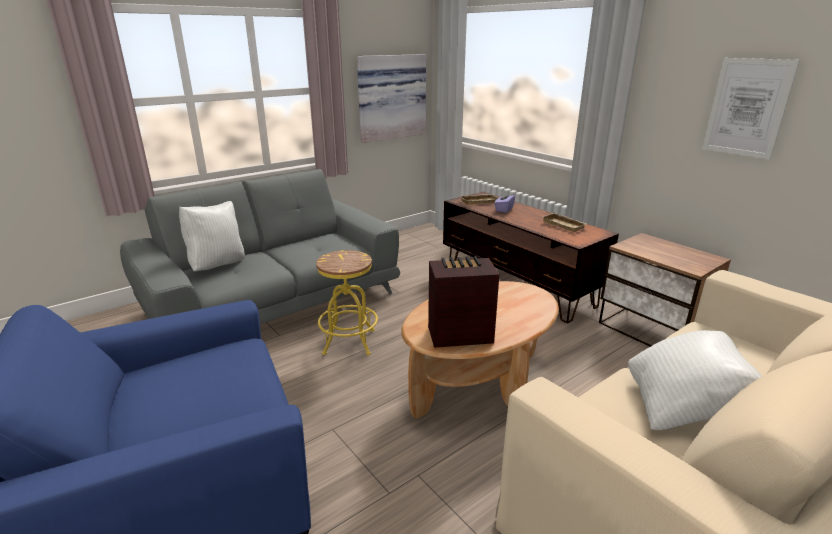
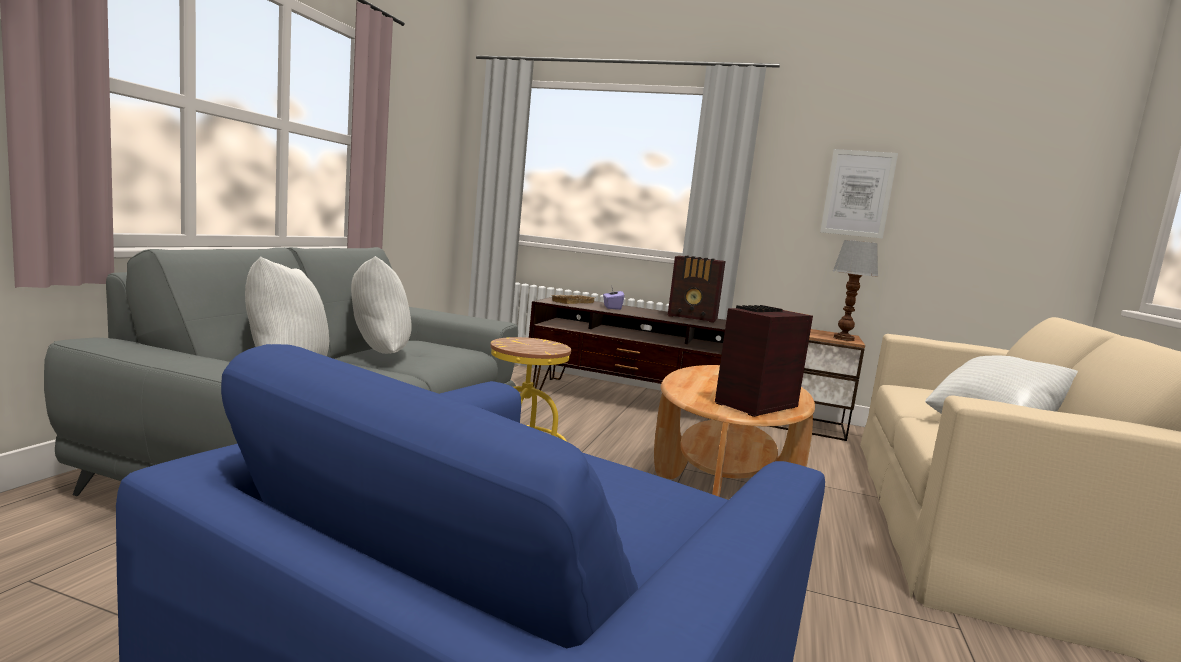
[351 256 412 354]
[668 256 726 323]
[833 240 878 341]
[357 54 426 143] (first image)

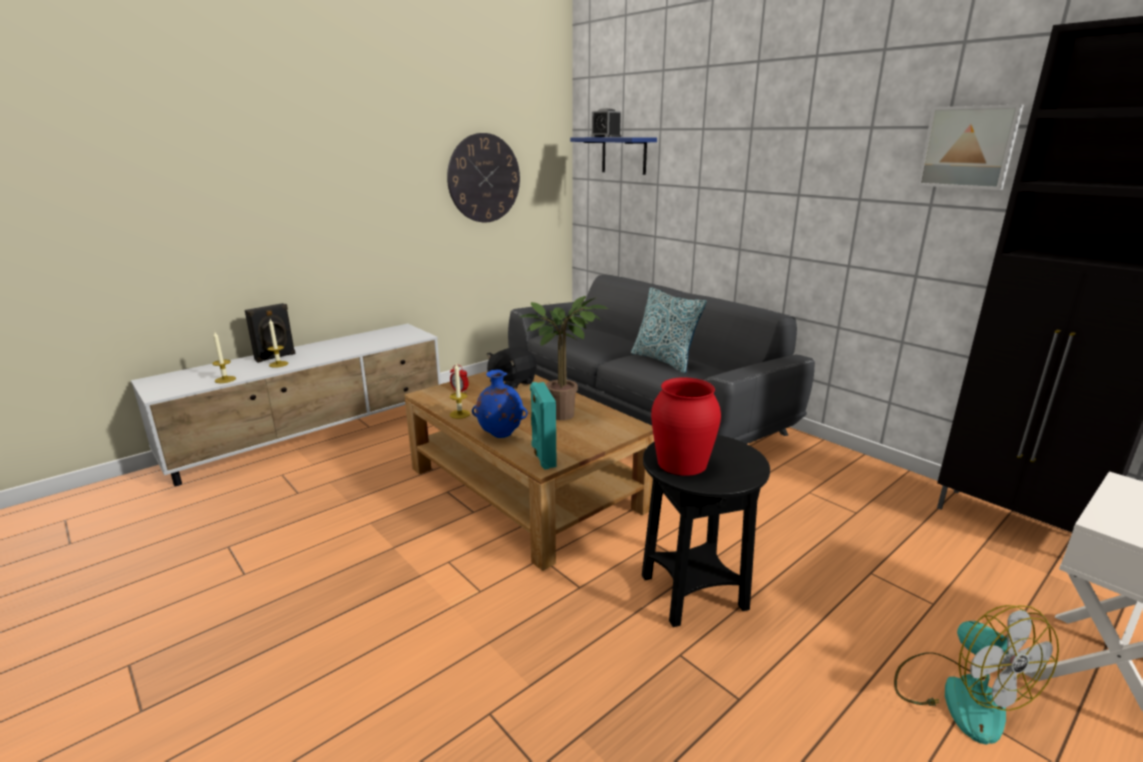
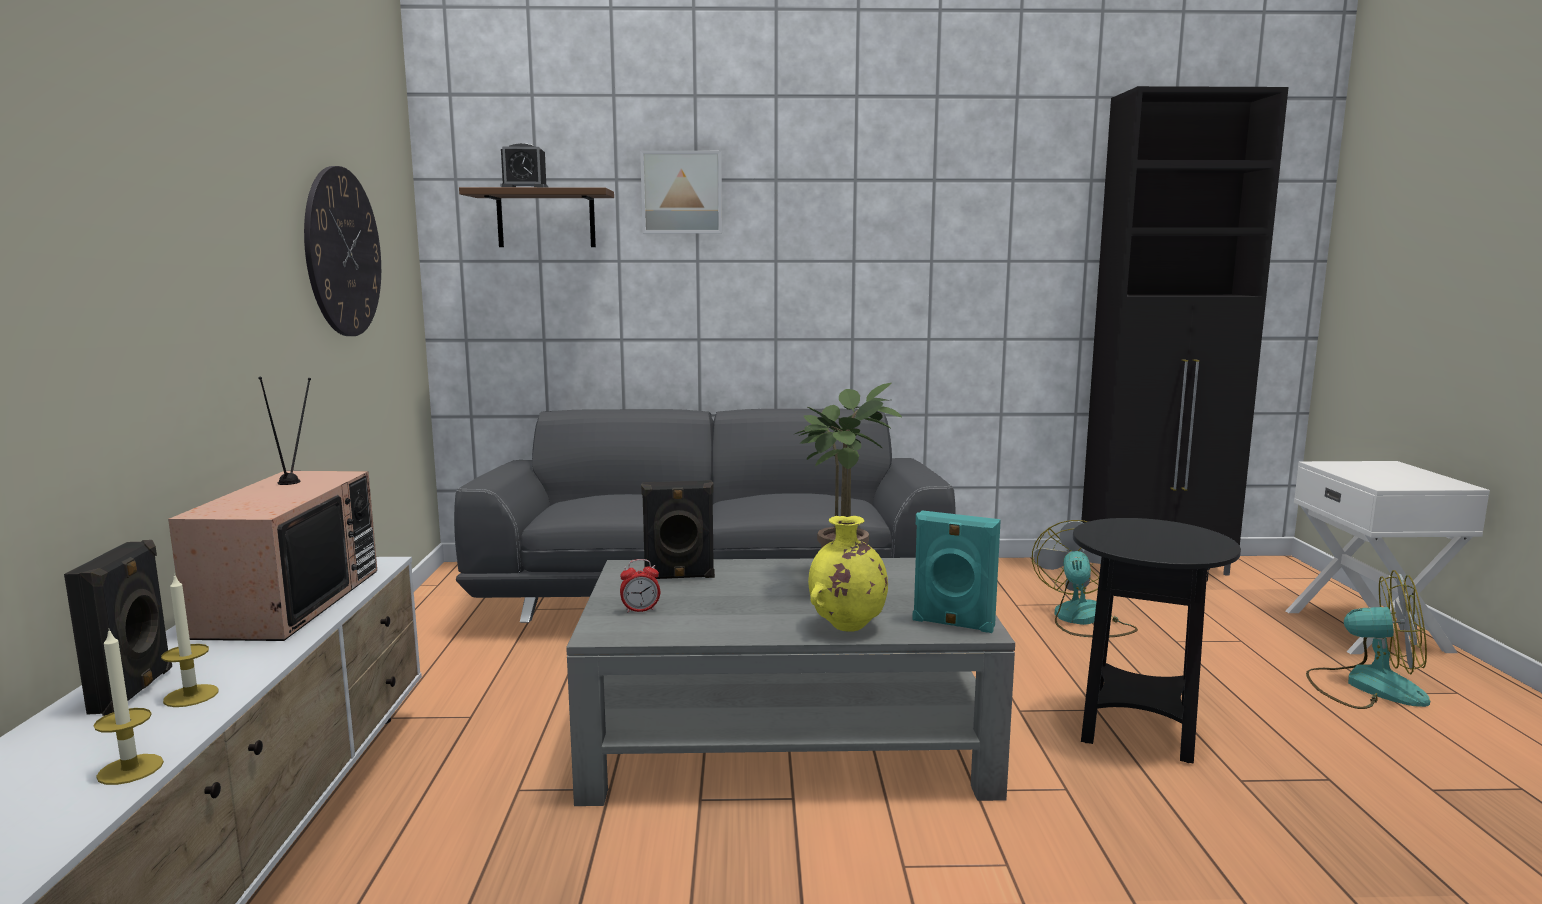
[168 377 377 641]
[459 187 614 247]
[566 558 1015 806]
[640 151 722 234]
[641 480 715 579]
[808 516 888 632]
[1032 520 1138 637]
[450 364 470 419] (first image)
[631 287 707 373] (first image)
[651 377 721 476] (first image)

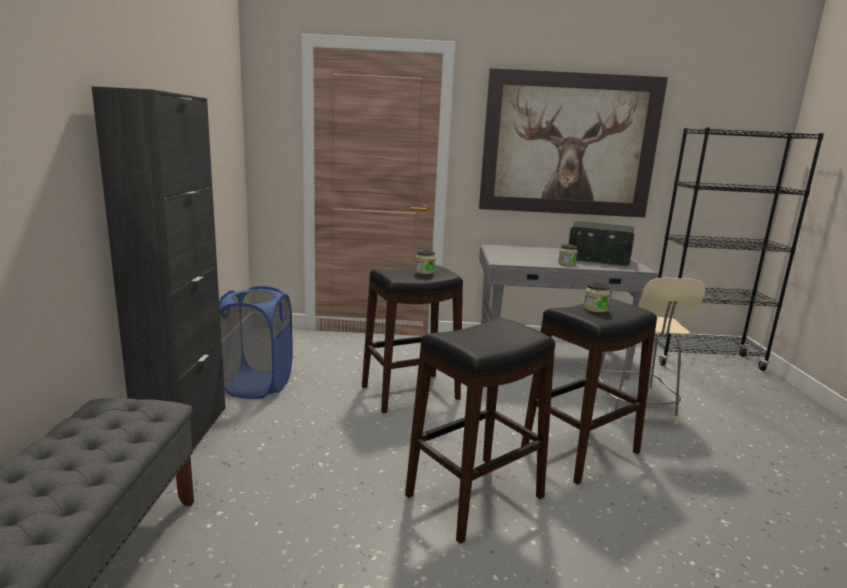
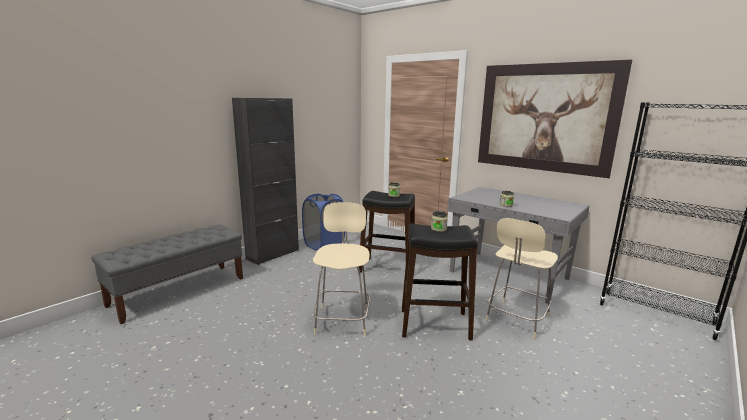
[313 202 370 336]
[569 221 634 266] (first image)

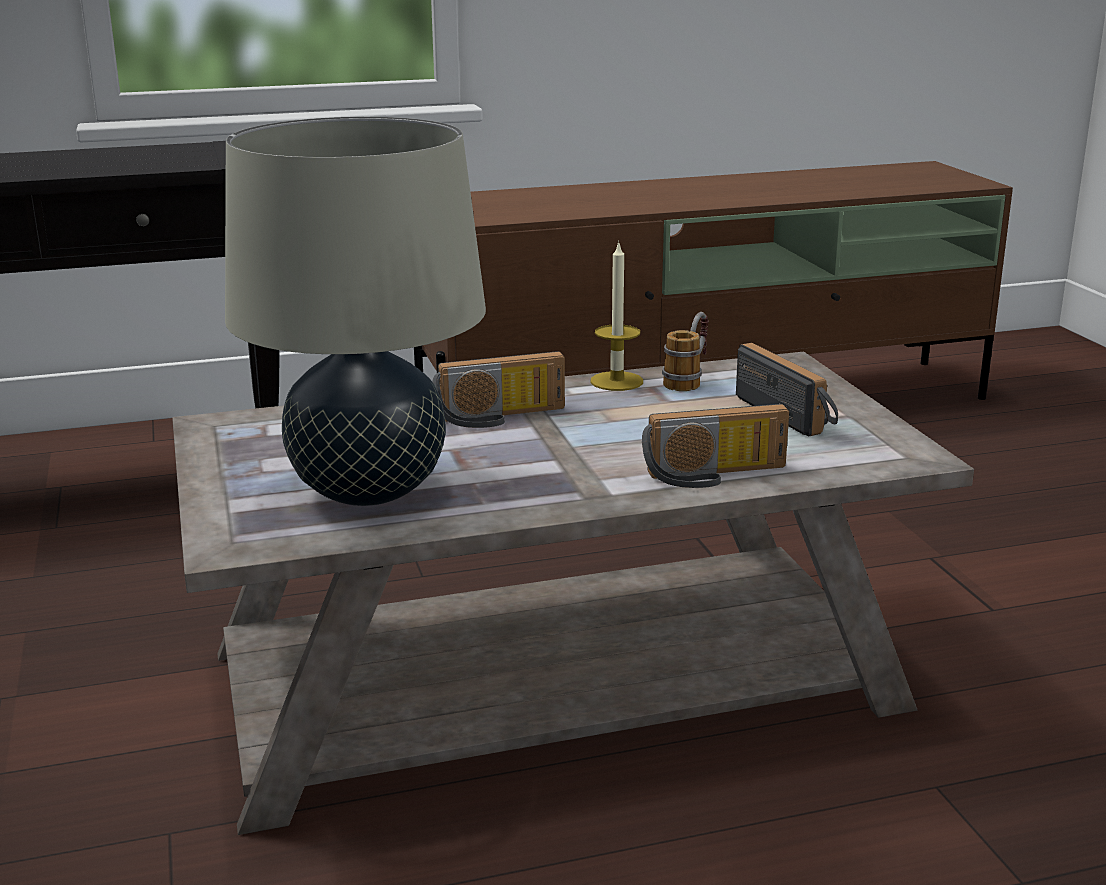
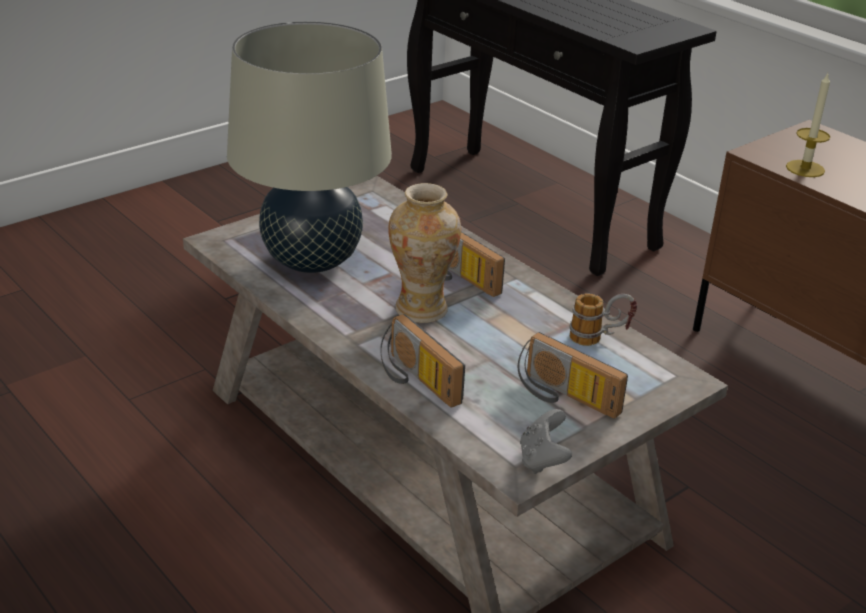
[388 183 461 323]
[518 332 628 419]
[520 409 572 474]
[786 73 830 177]

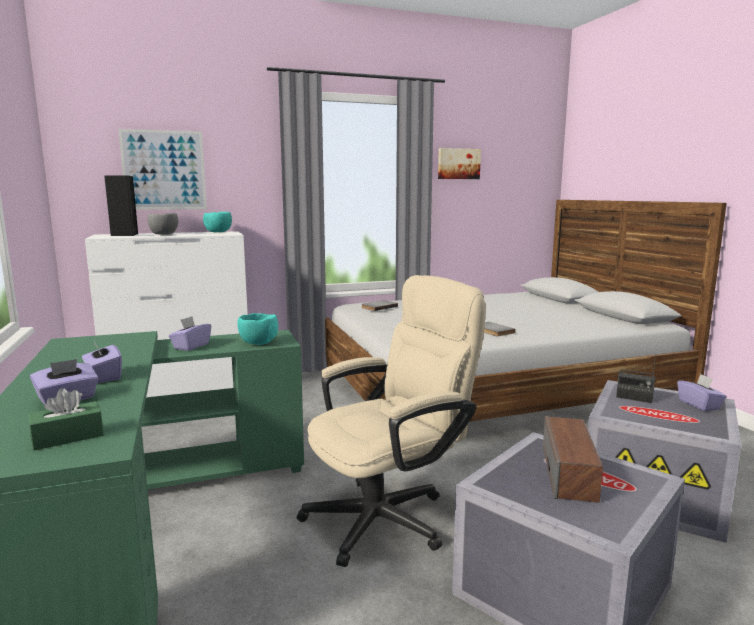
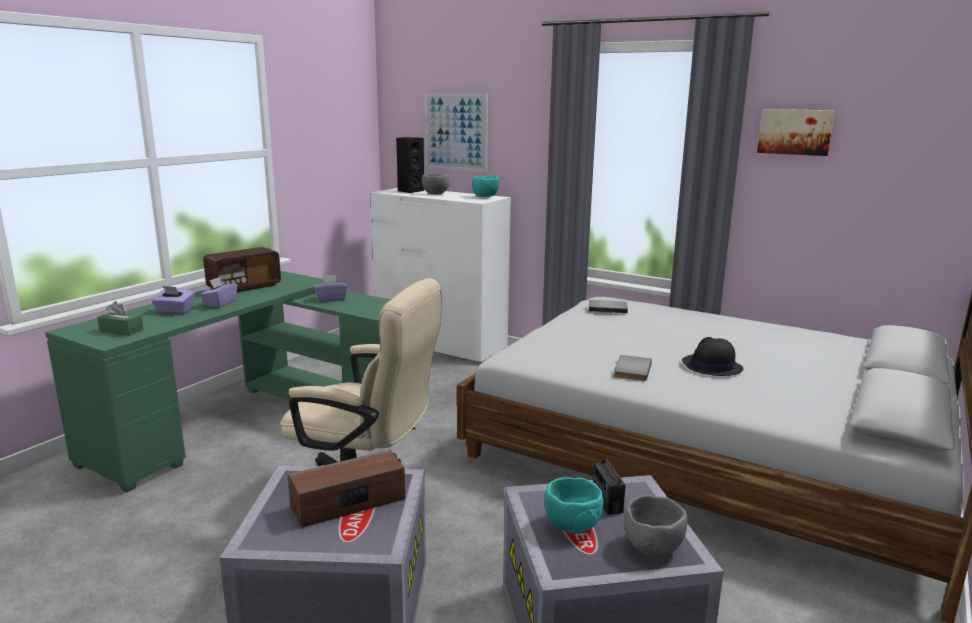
[203 247 281 292]
[544 477 603 534]
[624 495 688 558]
[682 337 743 376]

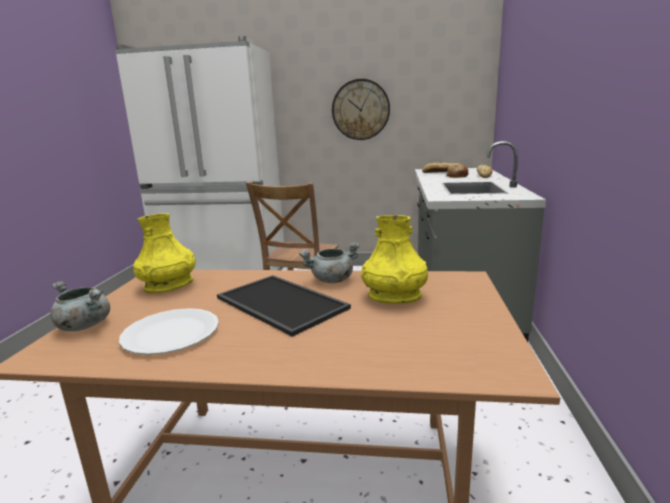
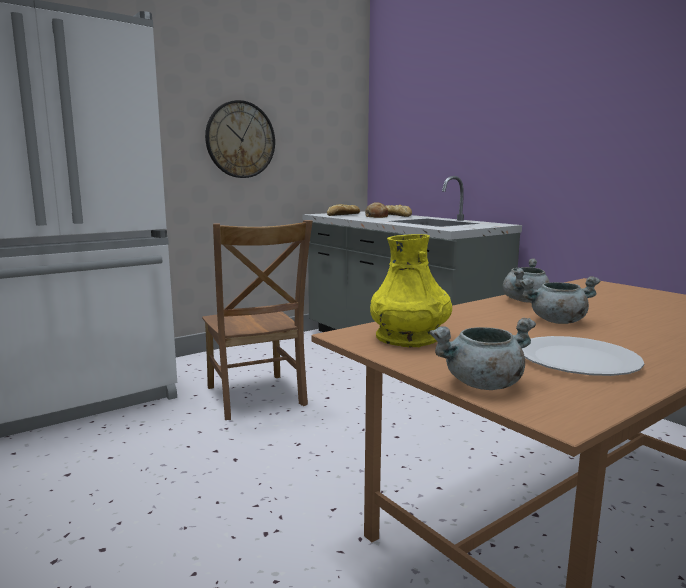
[519 276 600 324]
[361 215 428 304] (first image)

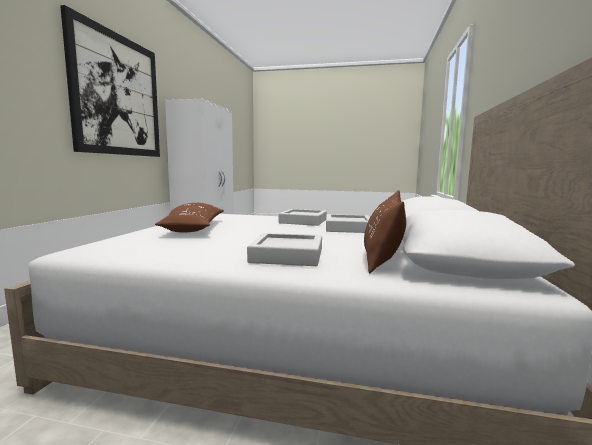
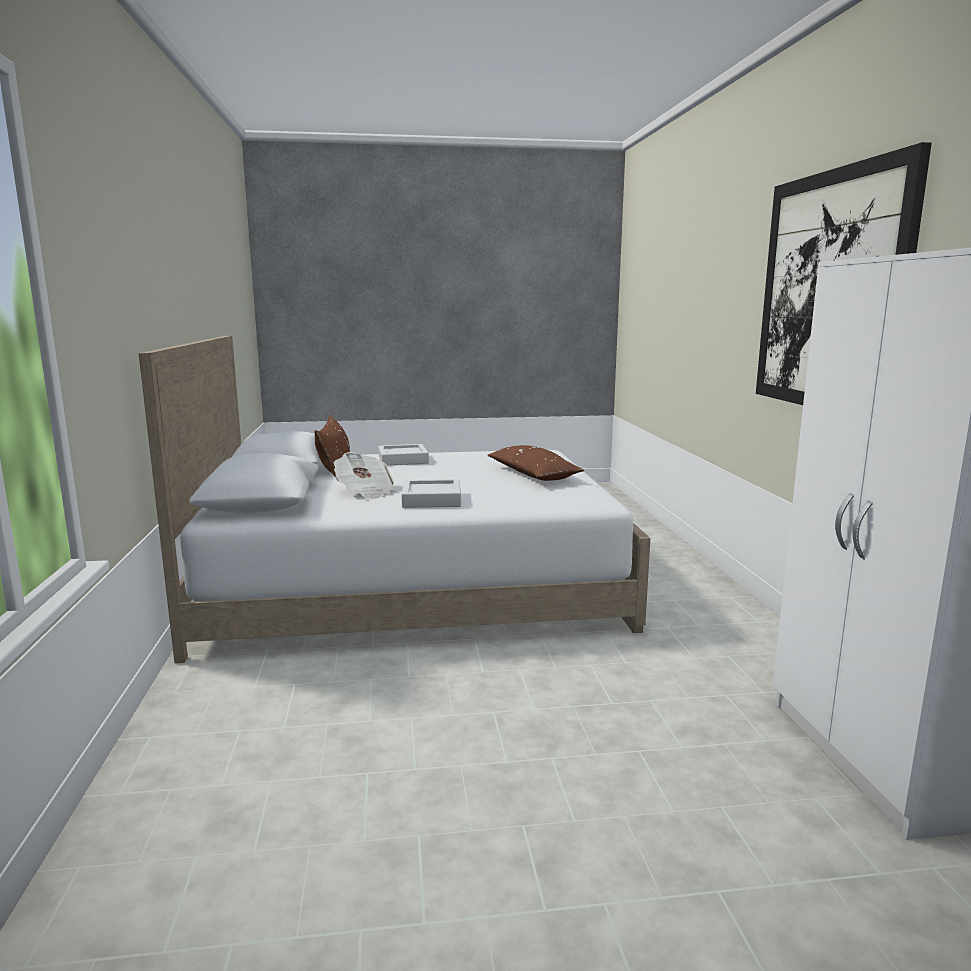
[334 452 396 500]

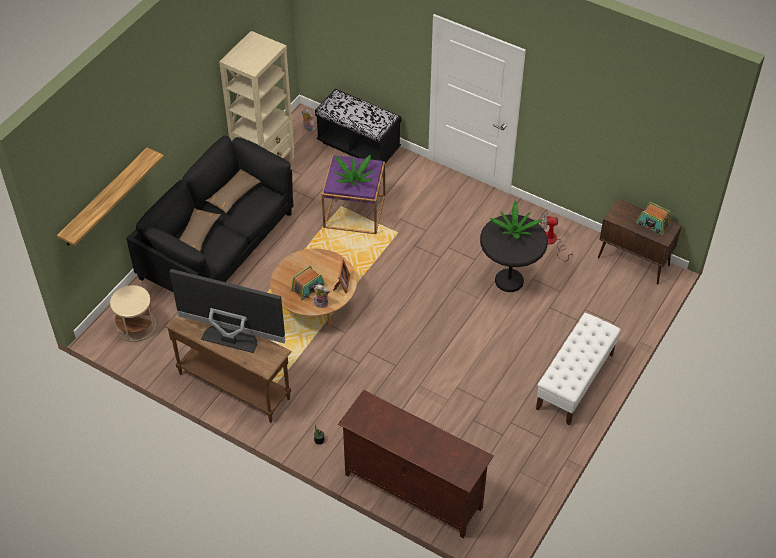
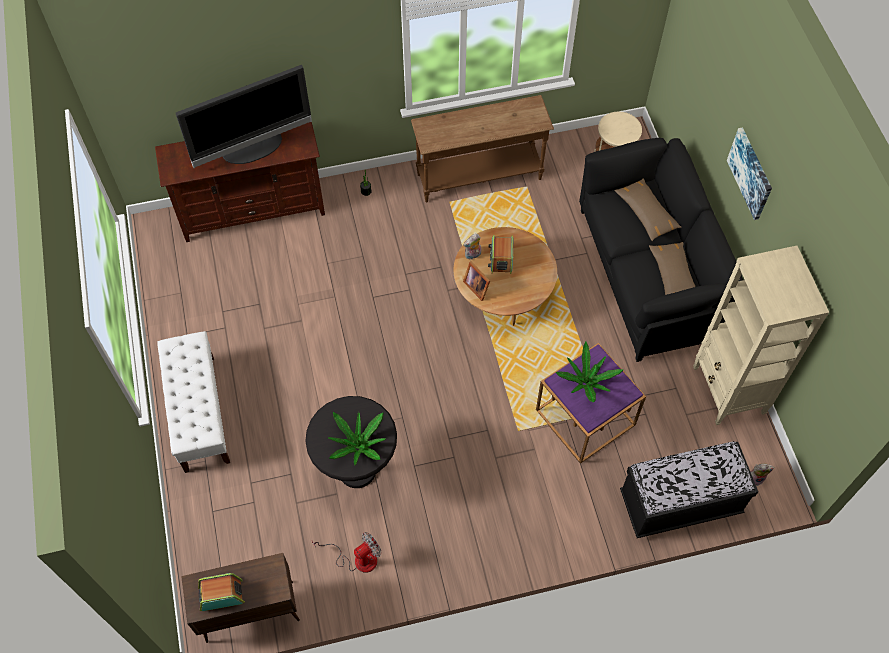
[176 65 312 168]
[727 127 772 220]
[57 147 164 246] (first image)

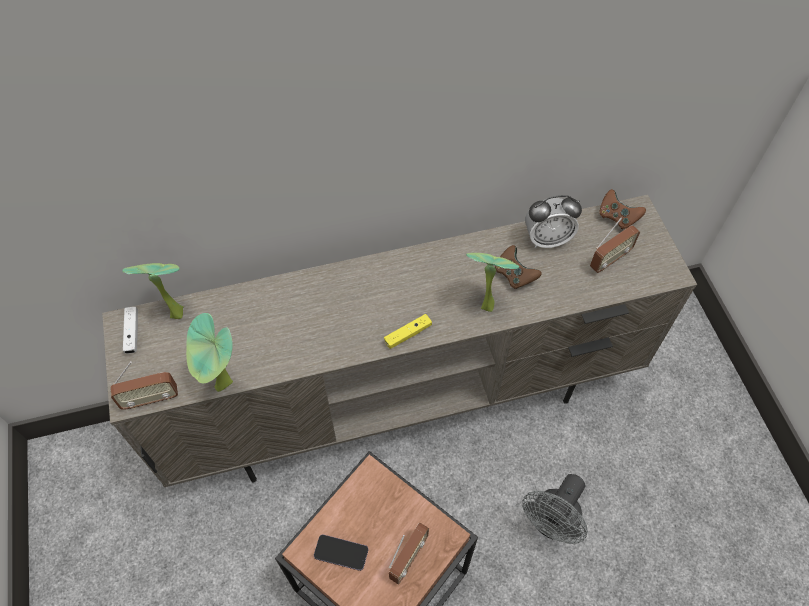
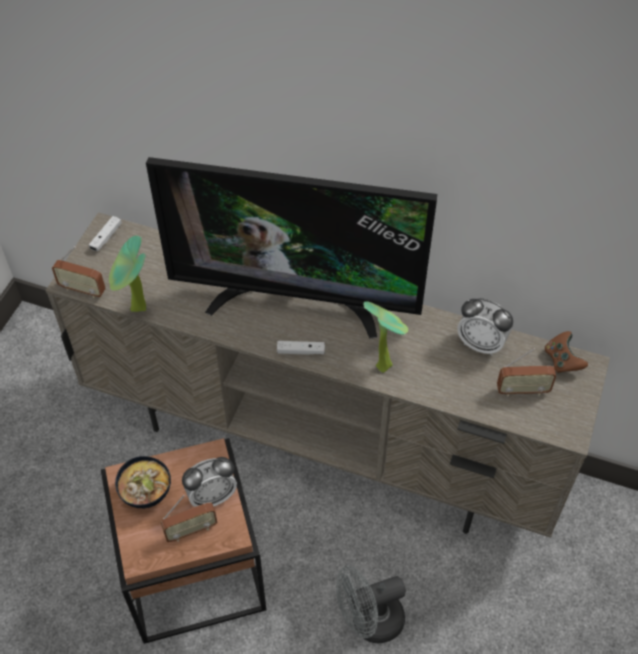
[115 456 171 508]
[146 157 437 339]
[182 457 237 507]
[277 341 325 355]
[122 263 183 319] (first image)
[495 245 542 289] (first image)

